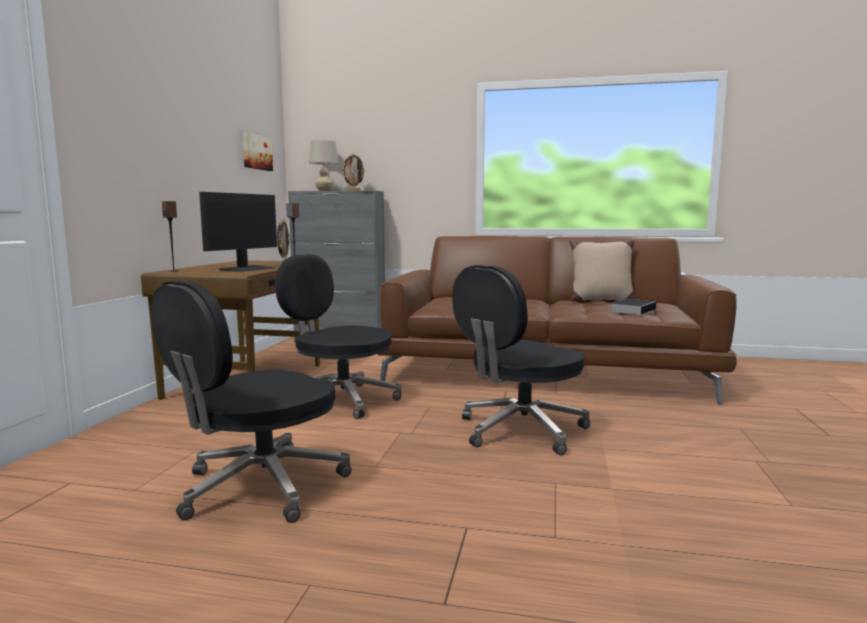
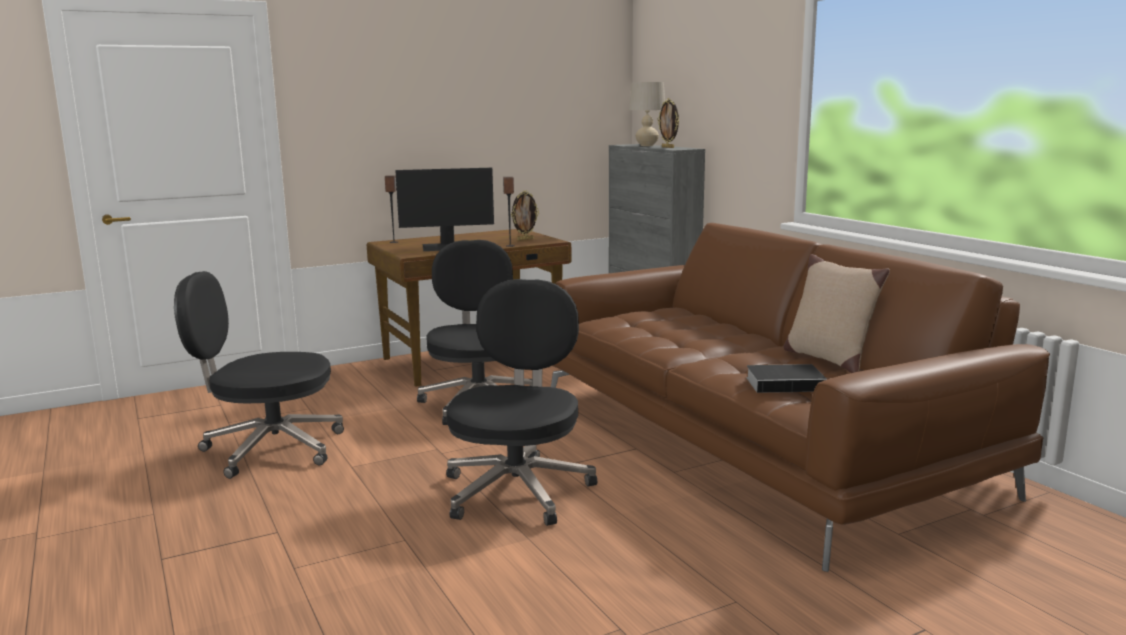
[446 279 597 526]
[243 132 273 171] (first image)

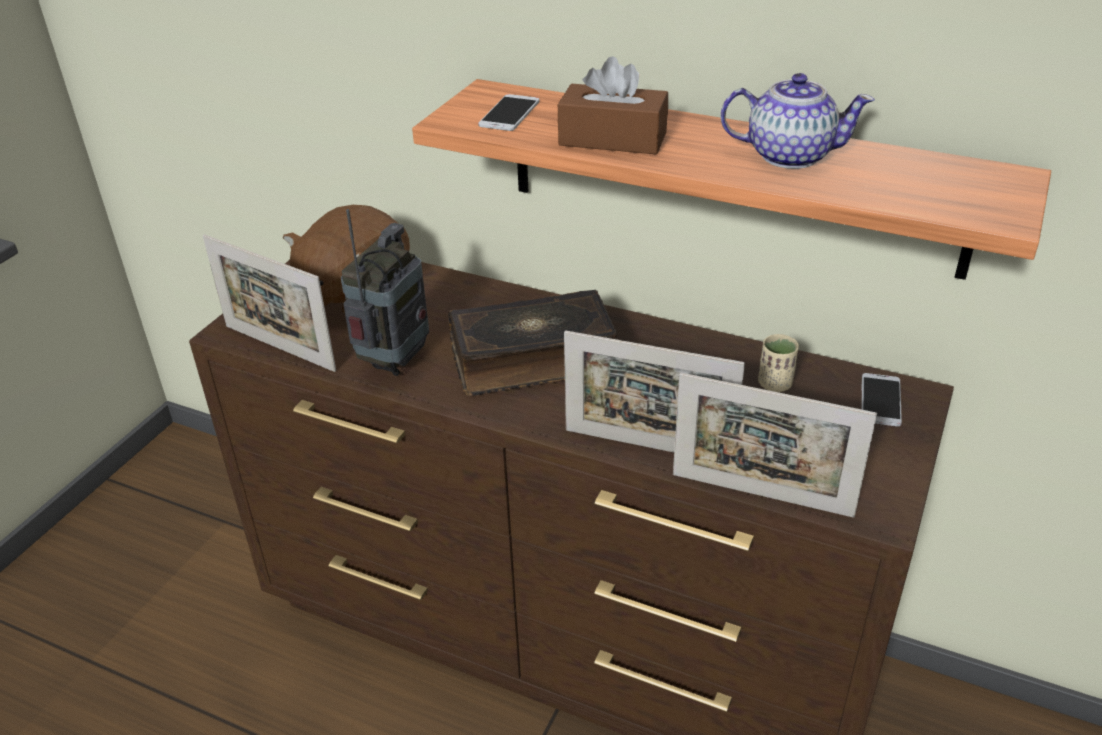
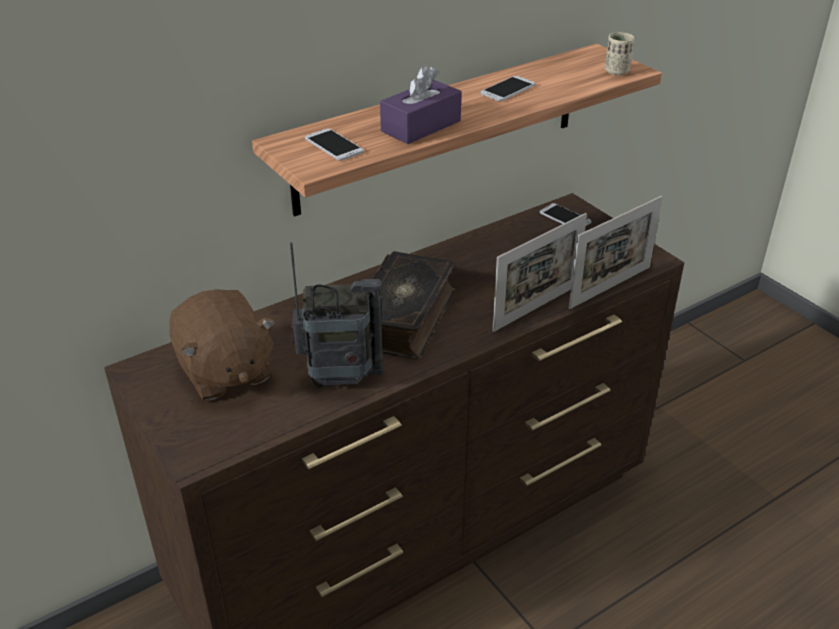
[290 242 384 388]
[380 66 462 144]
[480 76 536 101]
[605 32 635 75]
[203 234 336 372] (first image)

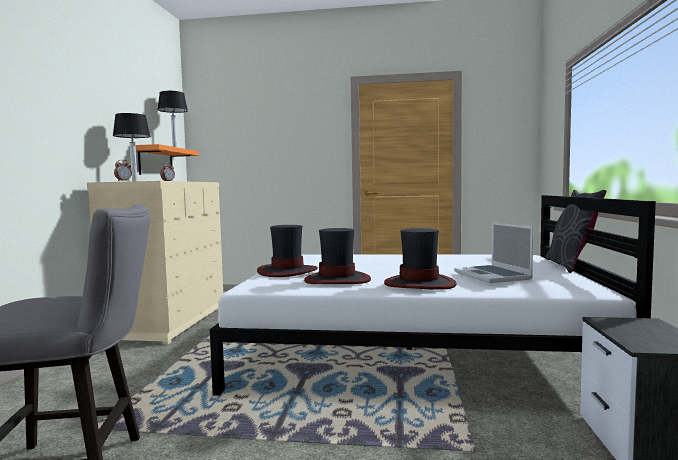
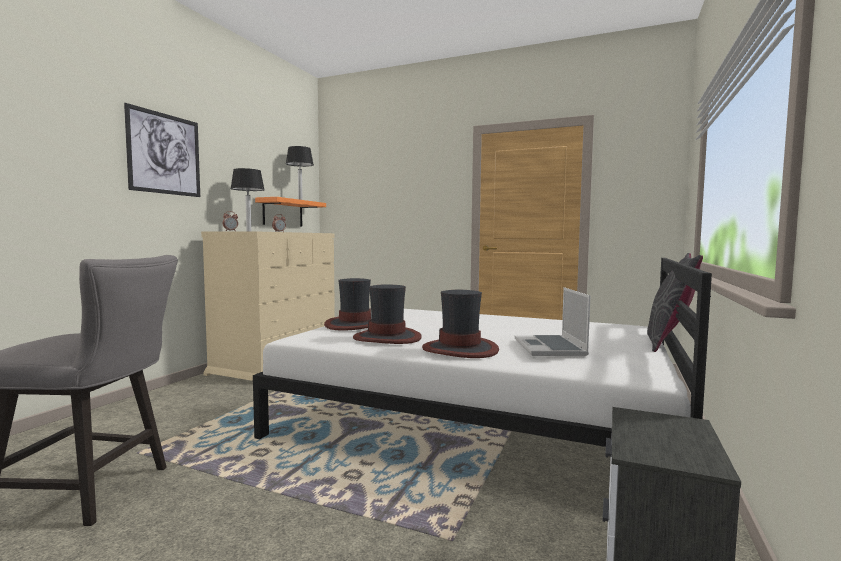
[124 103 200 197]

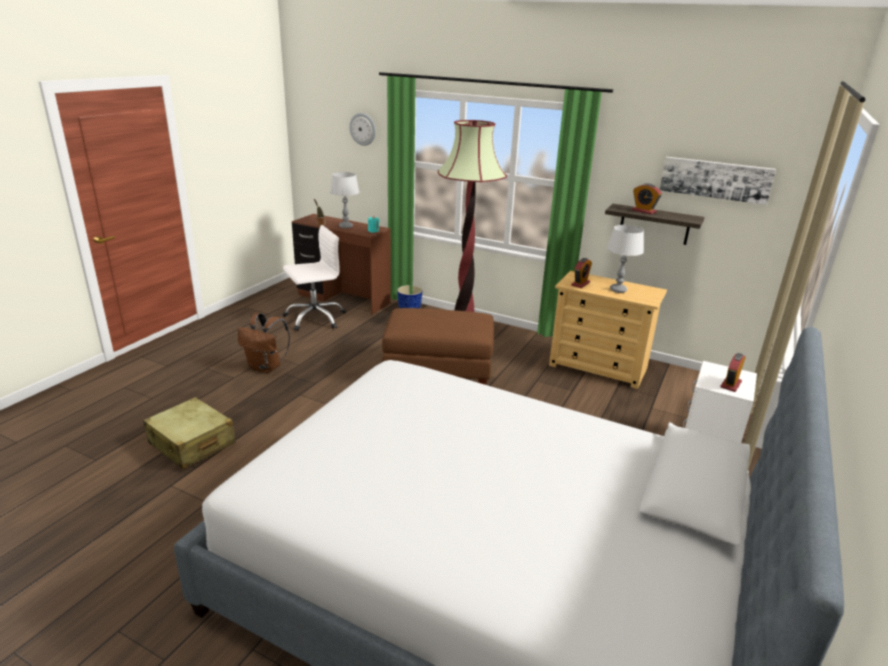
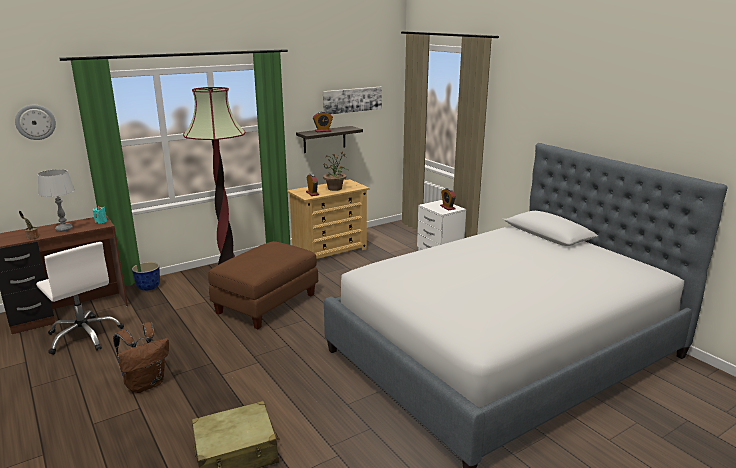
[36 242 124 355]
[323 152 349 191]

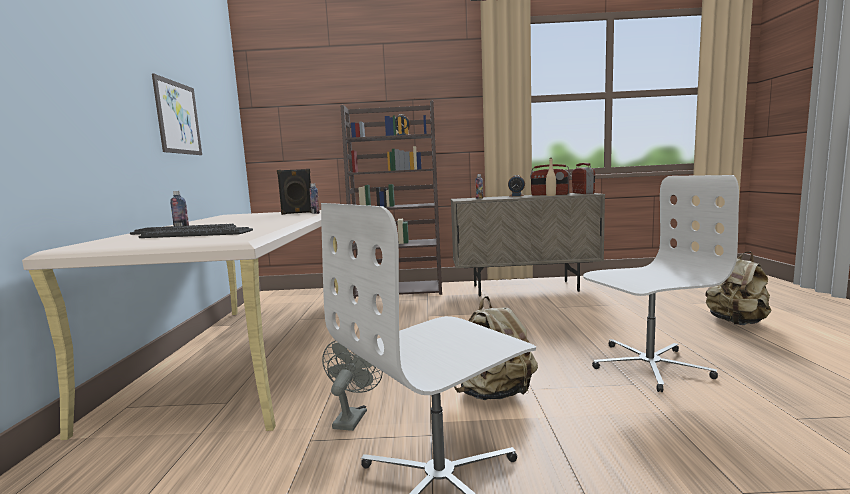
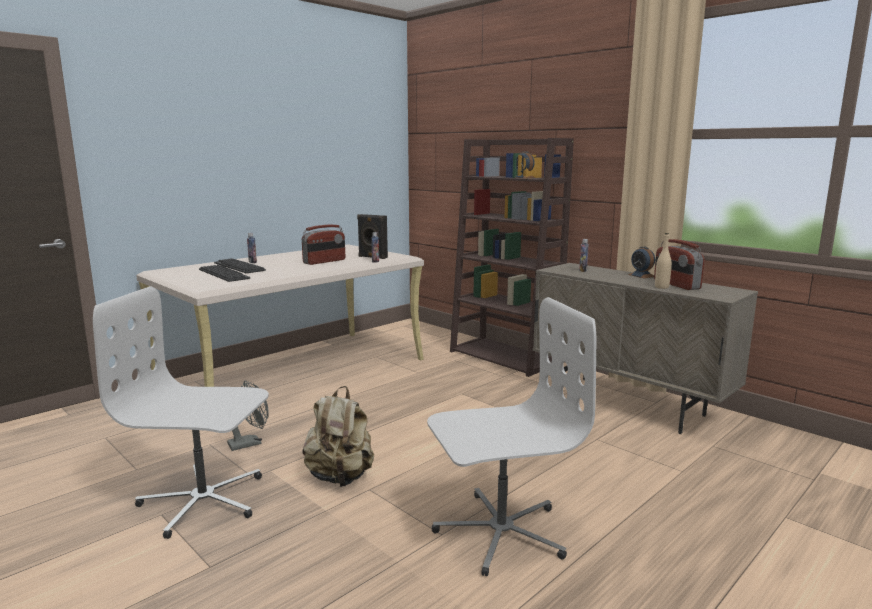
[302 225 345 265]
[427 297 596 576]
[152 73 202 155] (first image)
[706 252 771 325] (first image)

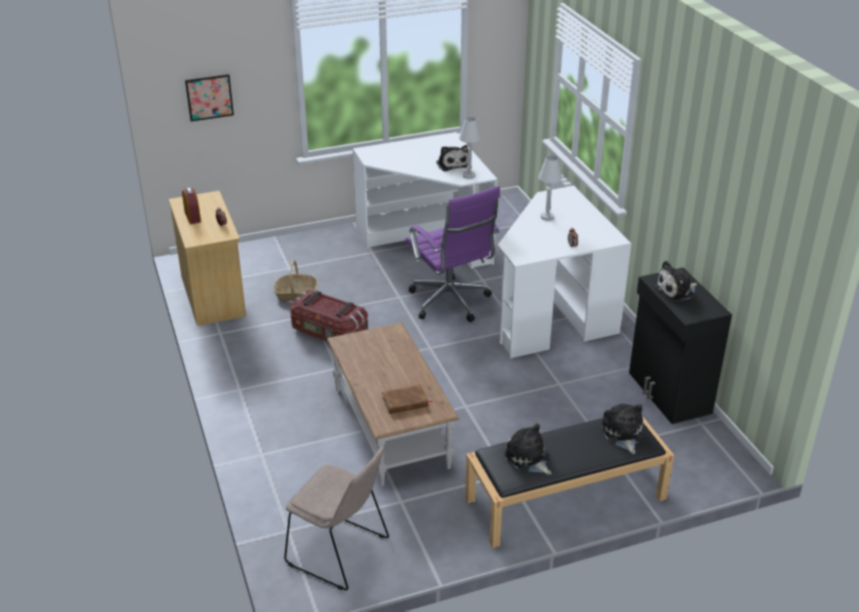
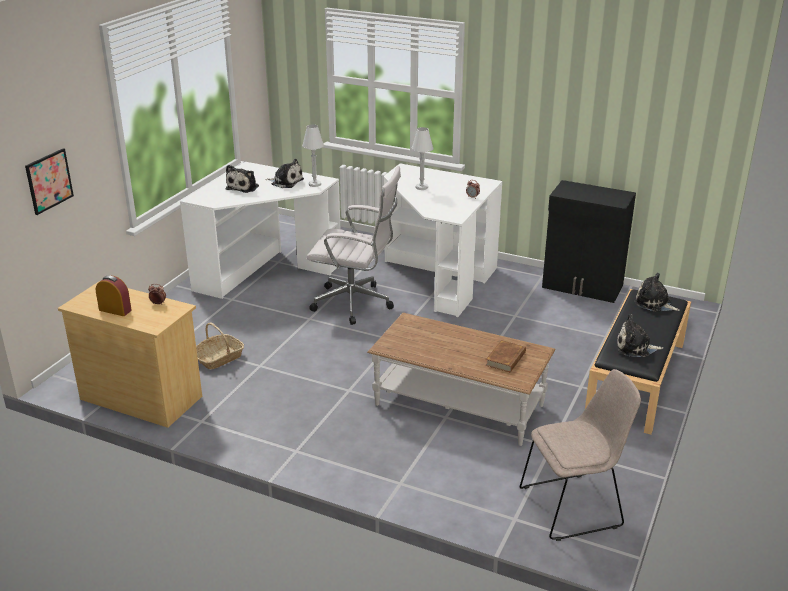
[226 165 259 193]
[306 166 401 325]
[290 289 368 342] (first image)

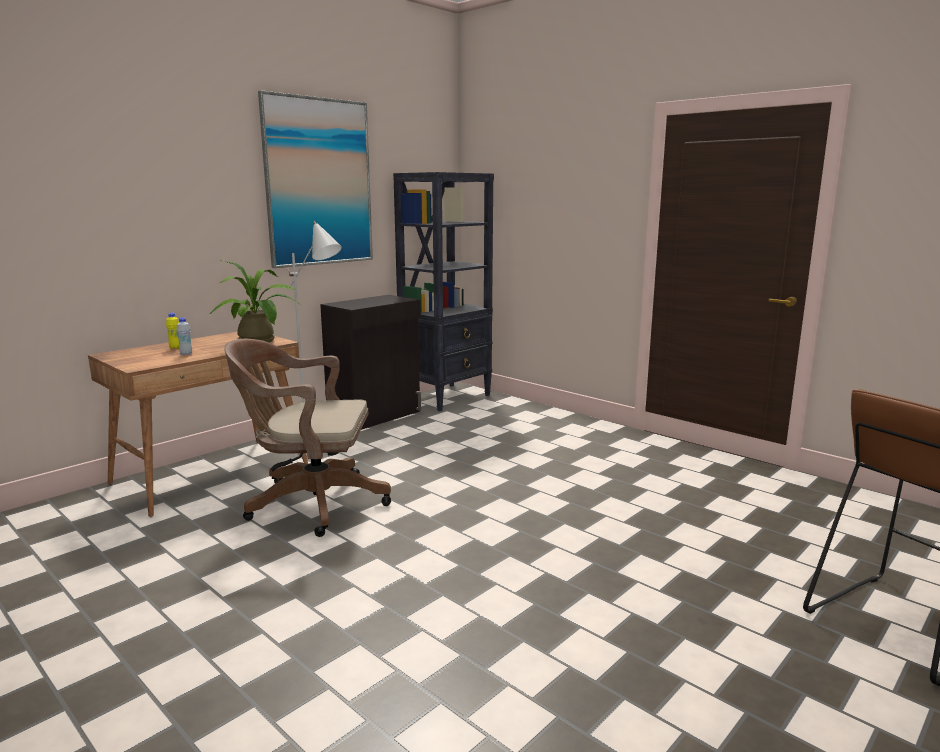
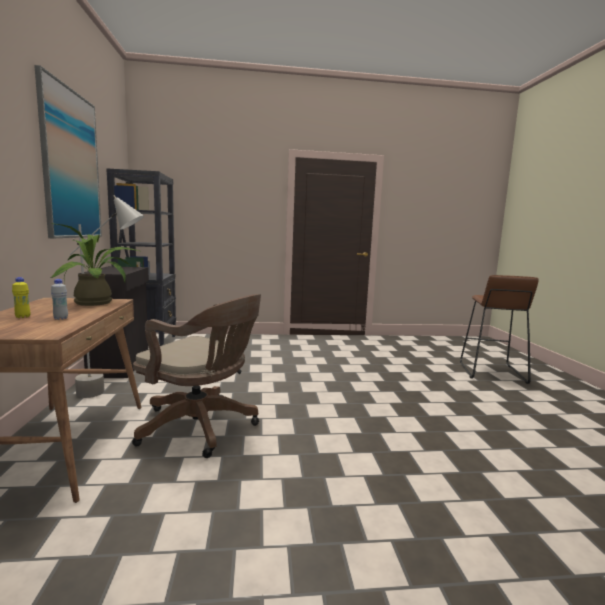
[132 294 261 458]

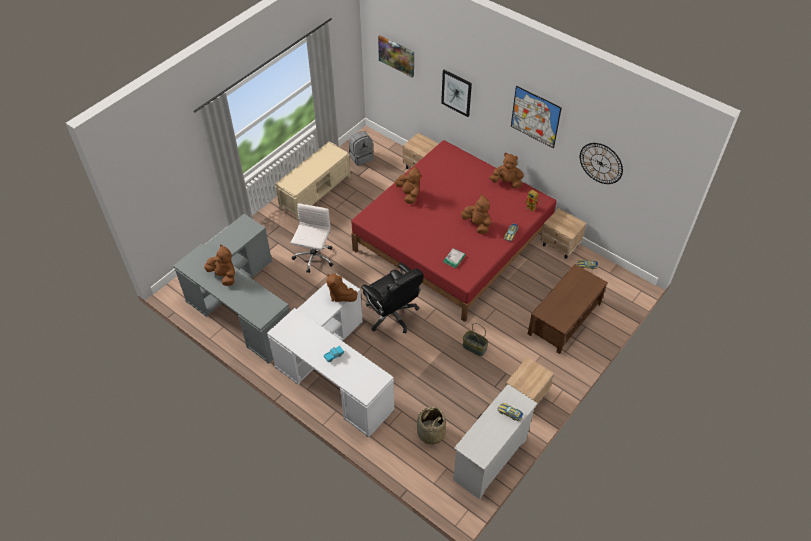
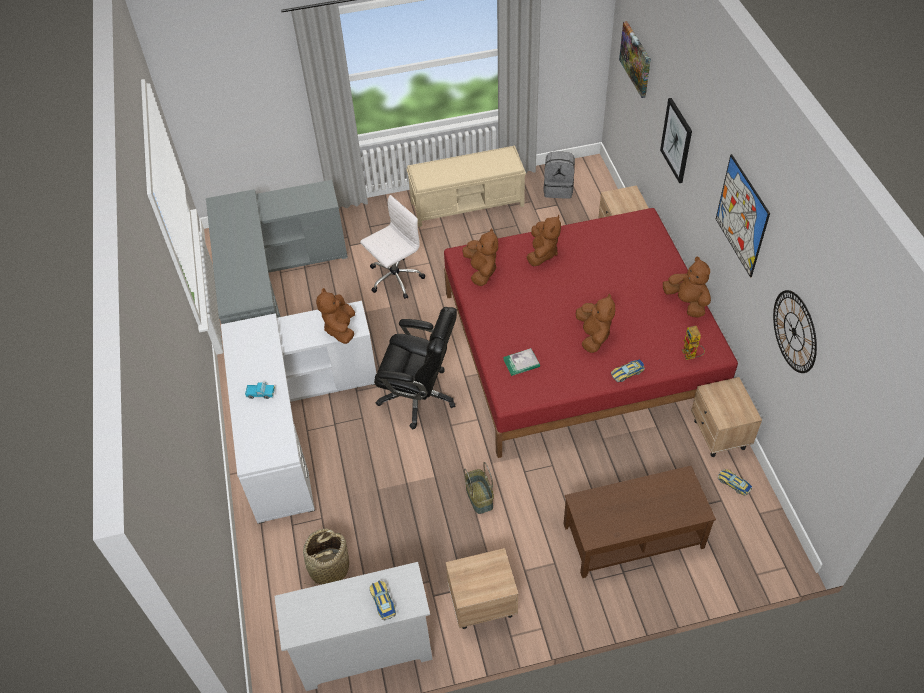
[374 307 457 429]
[463 228 498 286]

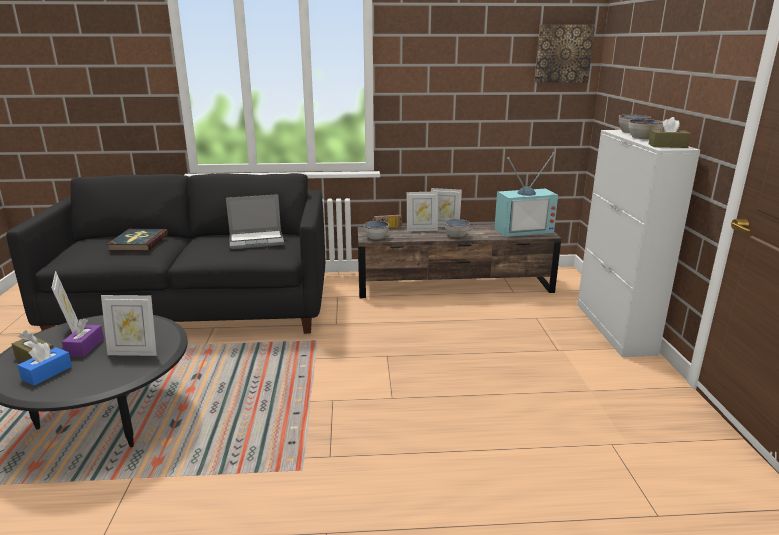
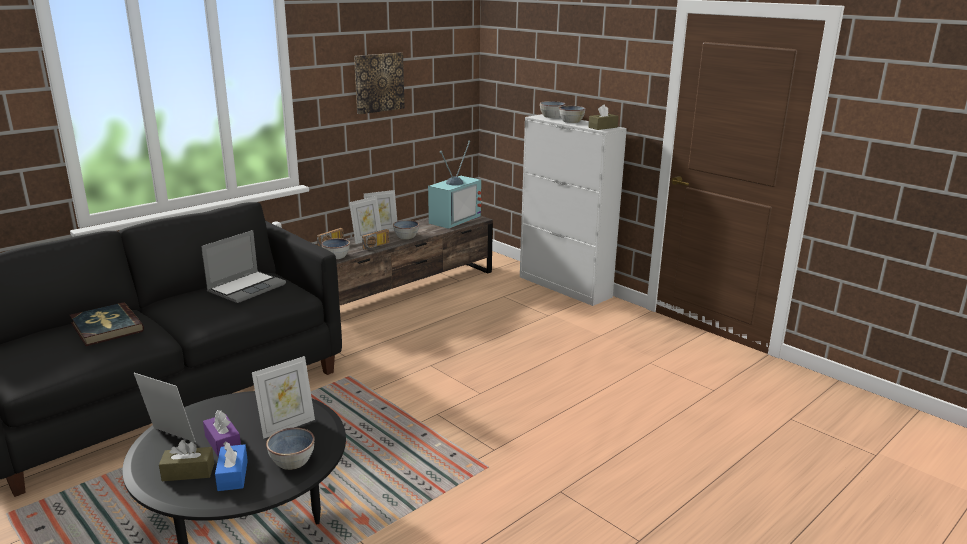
[266 428 315 470]
[354 53 405 114]
[362 229 389 250]

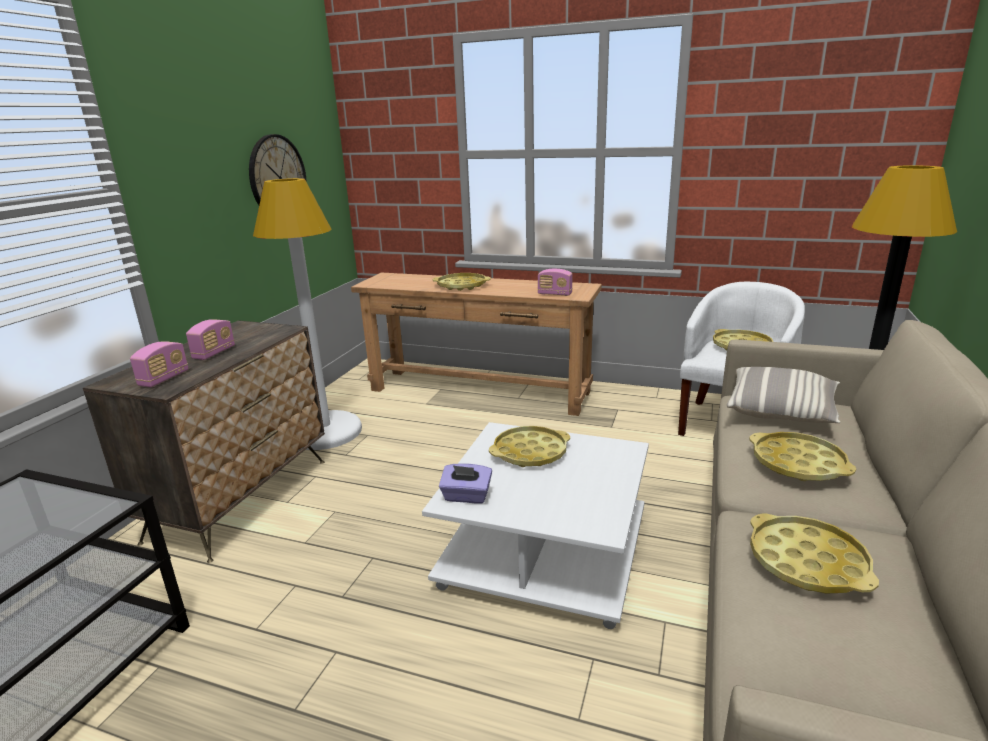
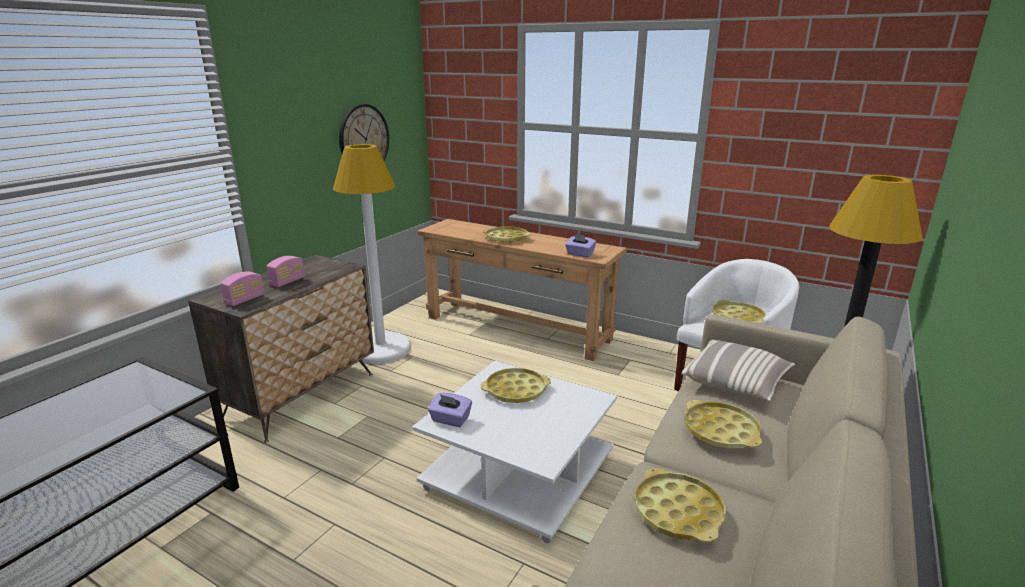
[565 234 596 258]

